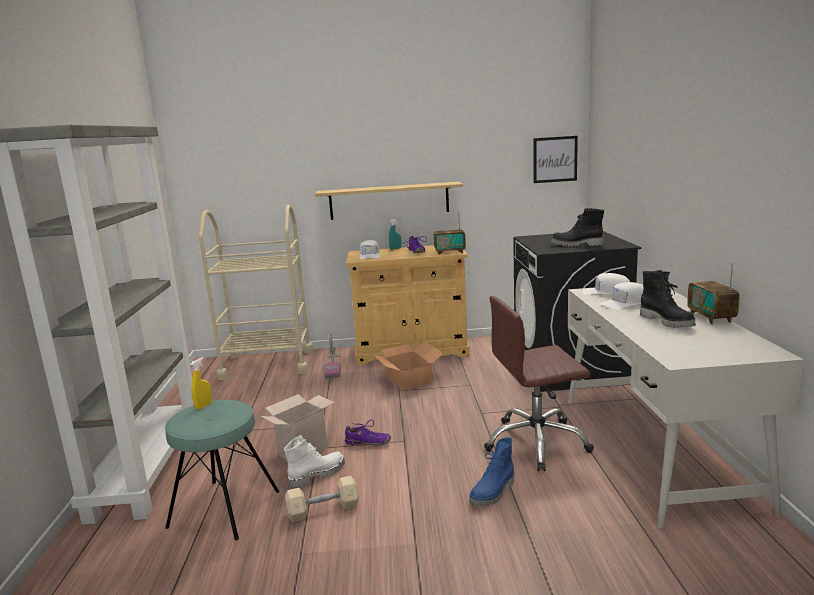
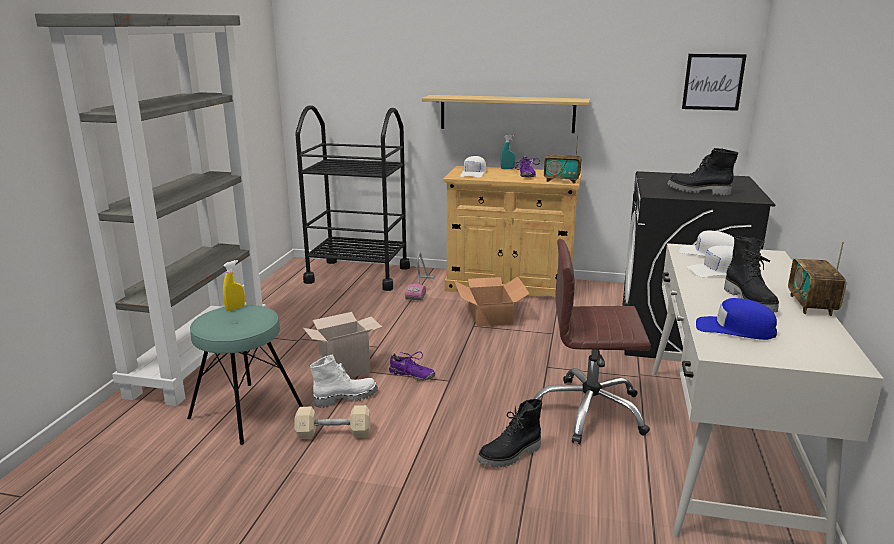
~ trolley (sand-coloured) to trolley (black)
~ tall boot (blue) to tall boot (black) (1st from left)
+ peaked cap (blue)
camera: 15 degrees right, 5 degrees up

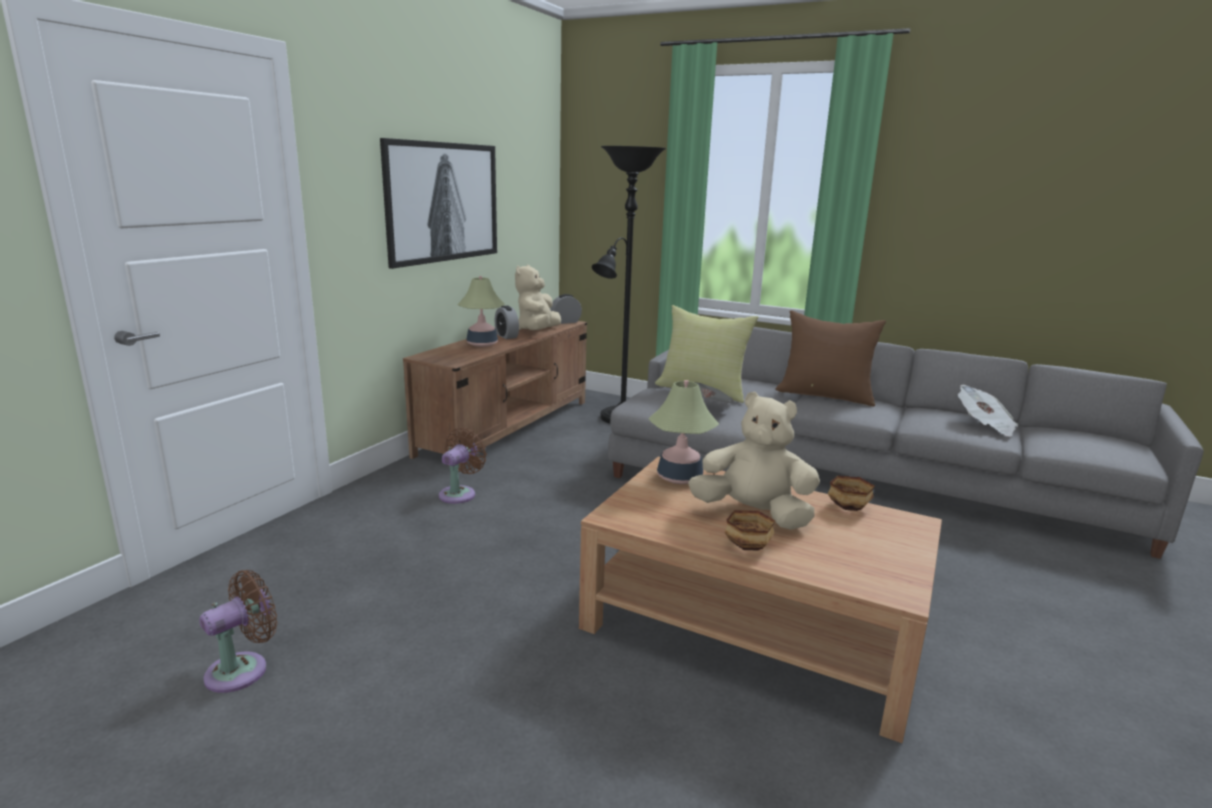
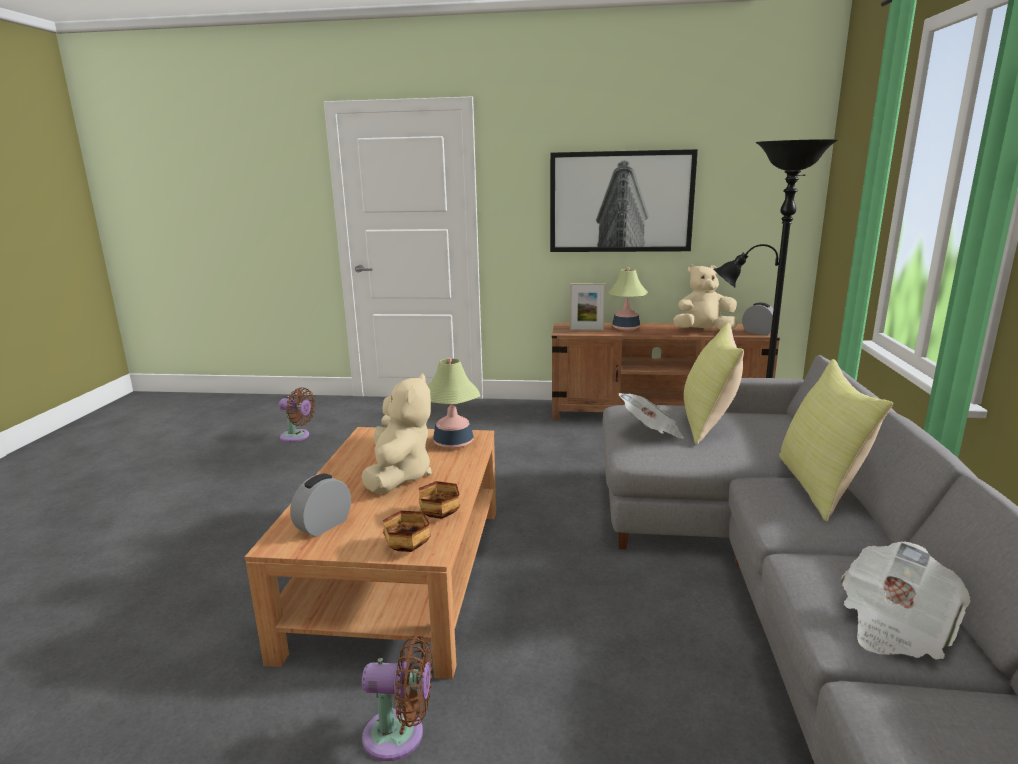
~ table clock (1st from left)
~ fan (brown-coloured) (2nd from left)
~ deep dish (1st from left)
+ picture frame
~ cushion (brown-coloured) to cushion (yellow) (2nd from left)
camera: 70 degrees right, 0 degrees up

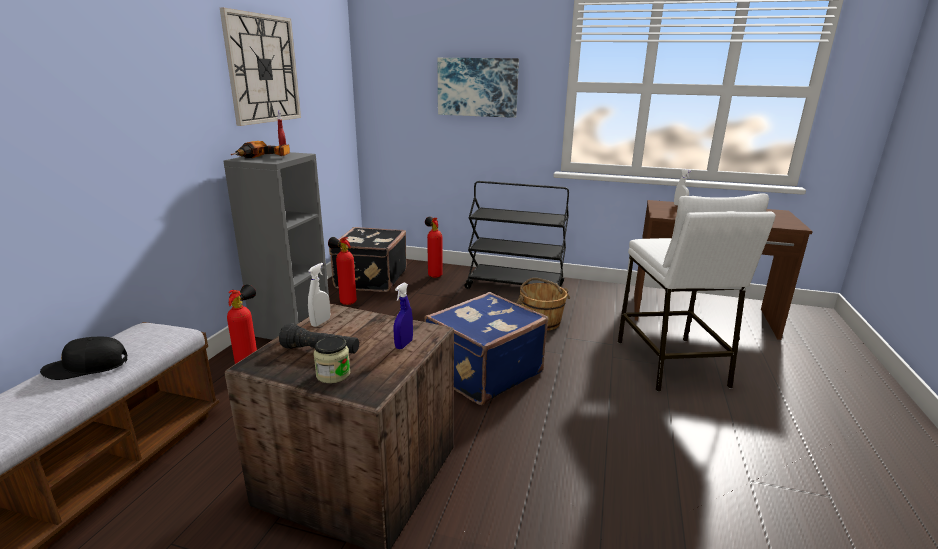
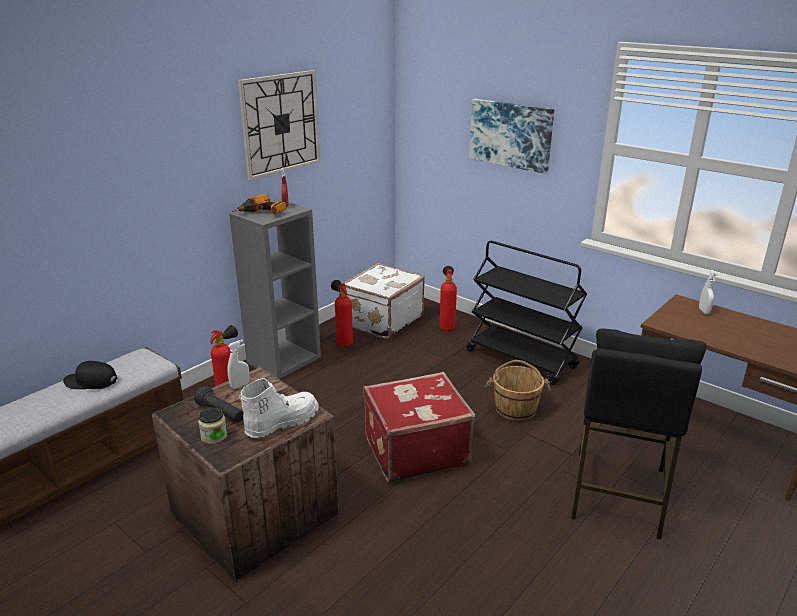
~ sprayer (blue) to tall boot (whitish)
~ travel case (black) to travel case (whitish)
~ travel case (blue) to travel case (red-coloured)
~ stool seat (whitish) to stool seat (black)
camera: 25 degrees right, 5 degrees up

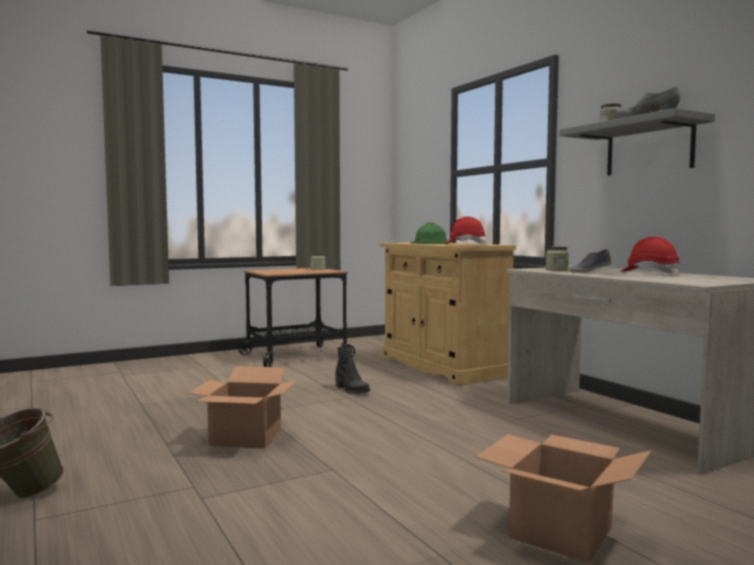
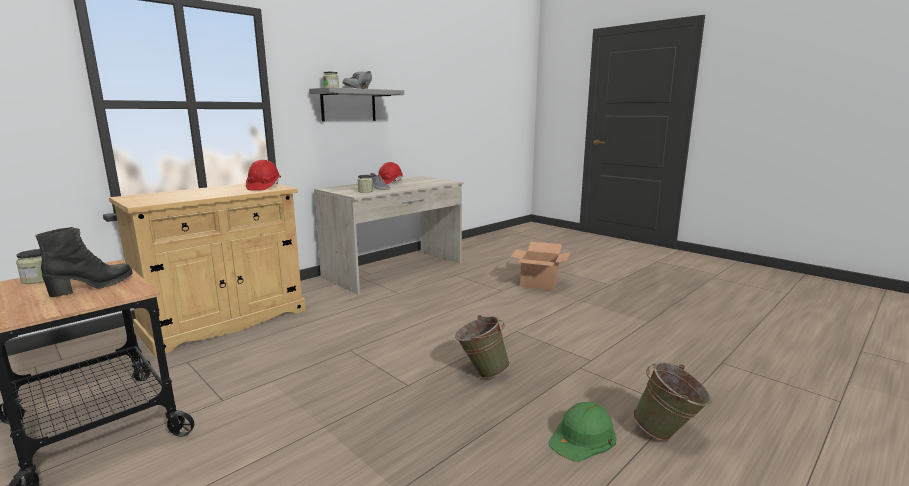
~ tall boot (black)
~ cardboard box (1st from left) to bucket (green-coloured) (1st from left)
~ safety helmet (green-coloured)
camera: 105 degrees left, 10 degrees up

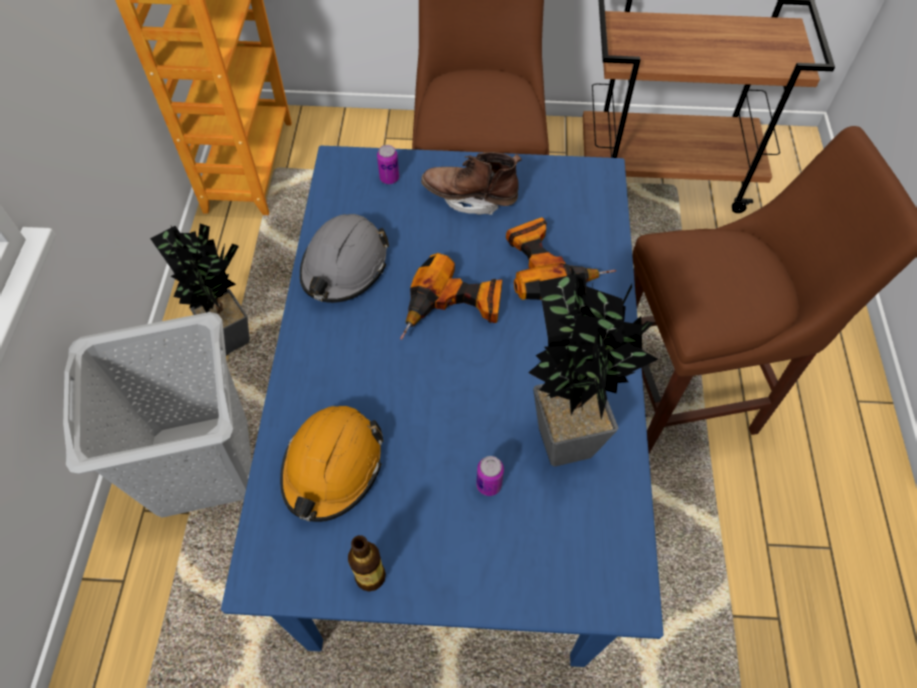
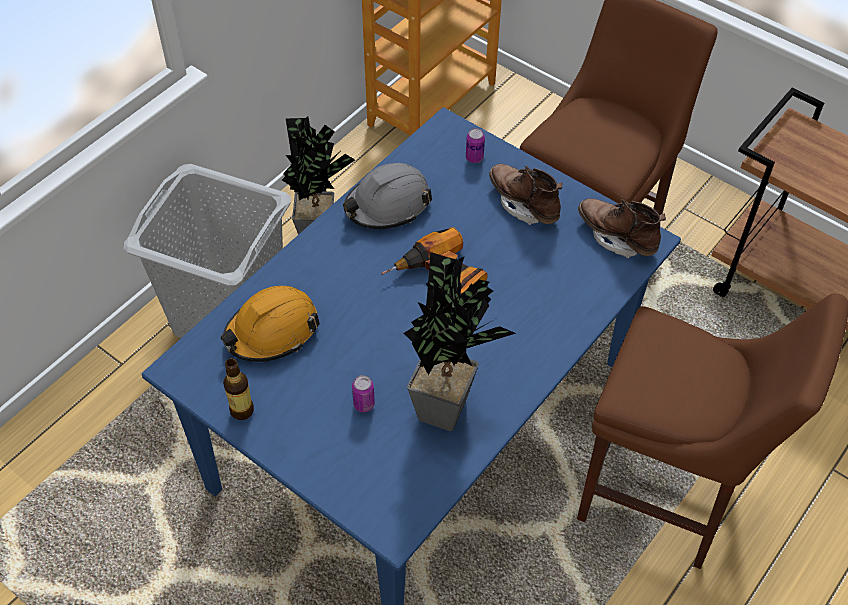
+ tall boot (brown-coloured) (2nd from left)
- power drill (2nd from left)
camera: 35 degrees right, 5 degrees down

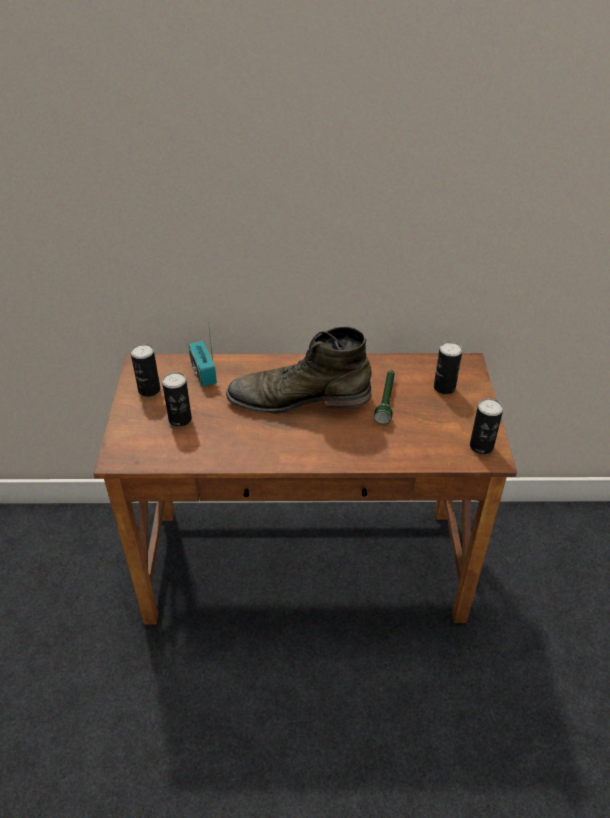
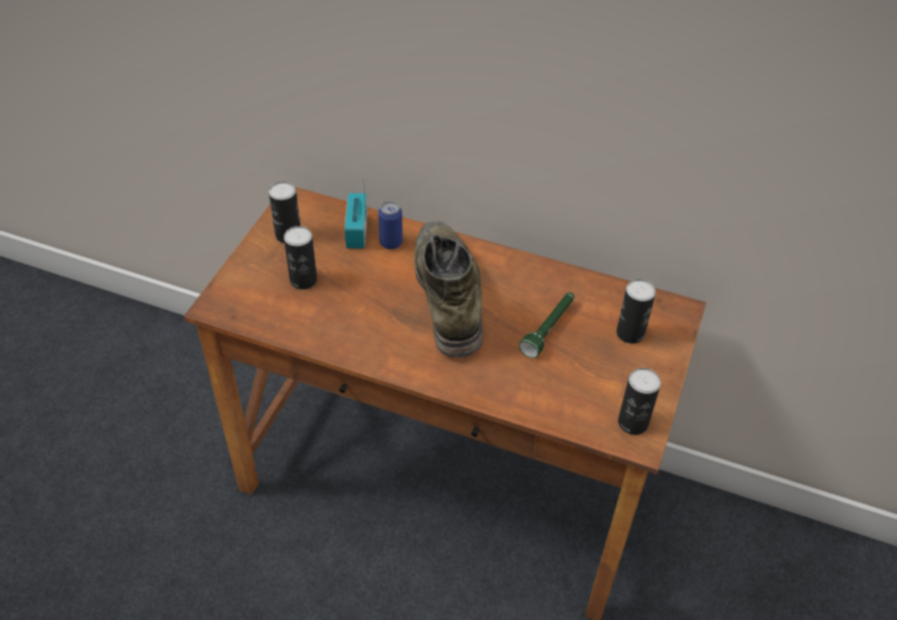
+ metal can (3rd from left)
~ tall boot (green-coloured) 60 degrees clockwise
camera: 20 degrees right, 5 degrees up

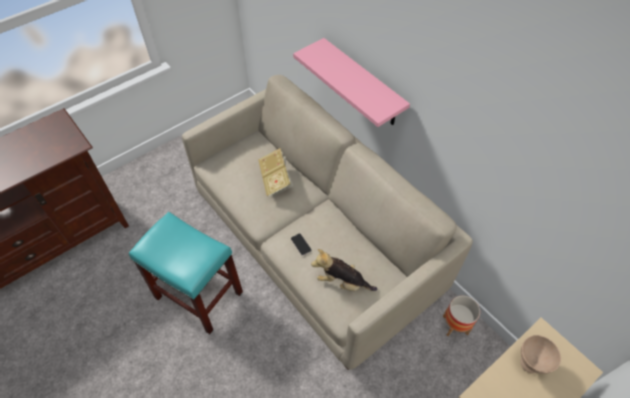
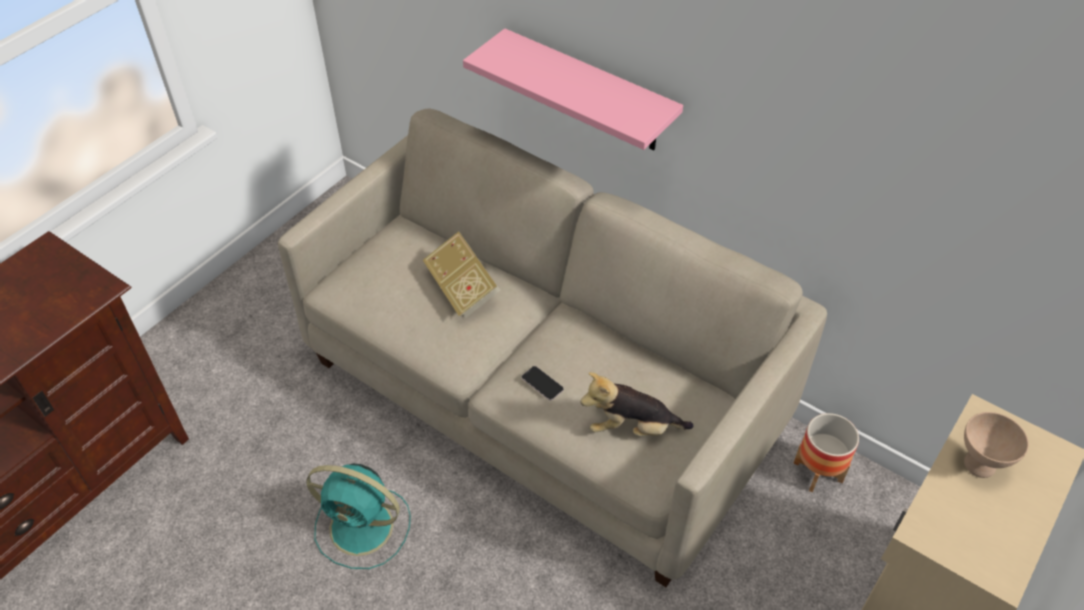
~ stool seat (blue-green) to fan (blue-green)
camera: 15 degrees left, 5 degrees down

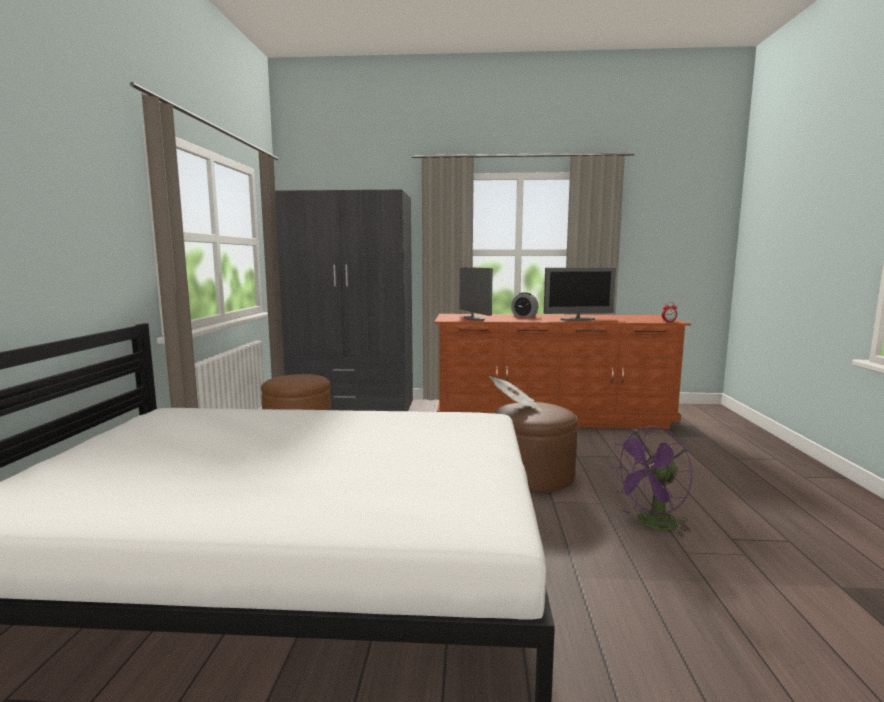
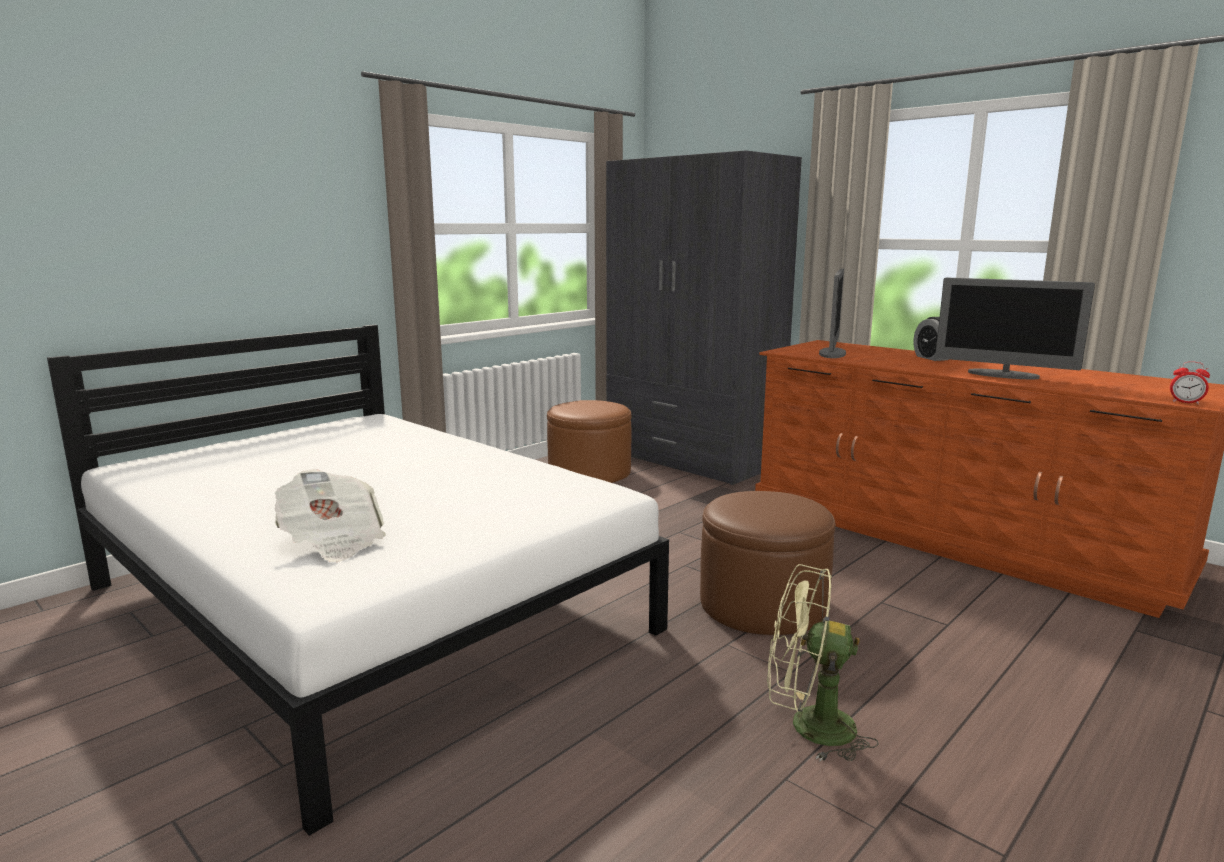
~ newspaper
~ fan (purple) to fan (green-coloured)
camera: 40 degrees right, 5 degrees up

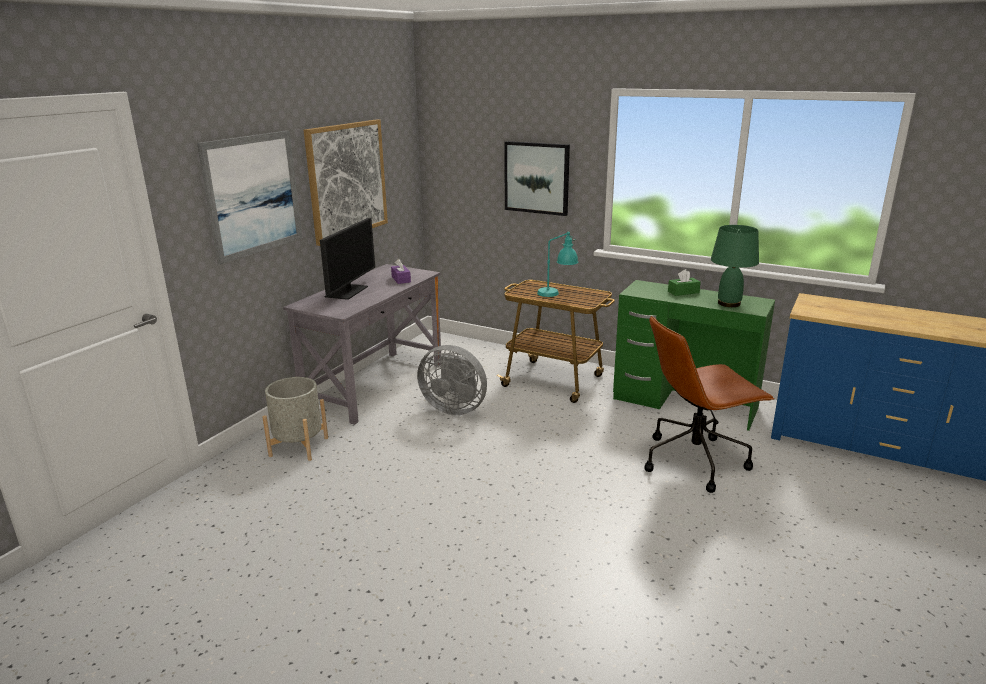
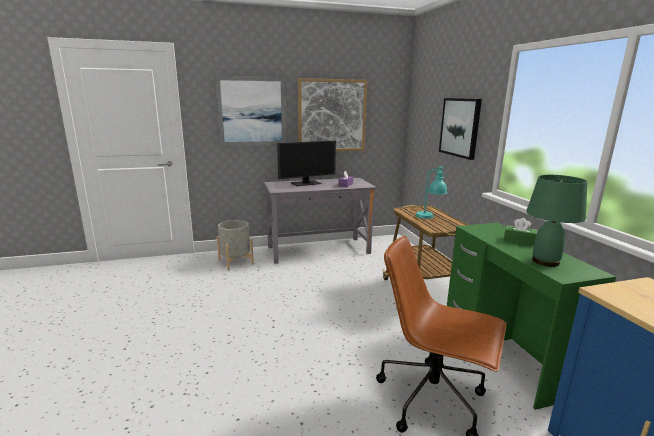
- fan (greyish)
camera: 45 degrees right, 5 degrees down

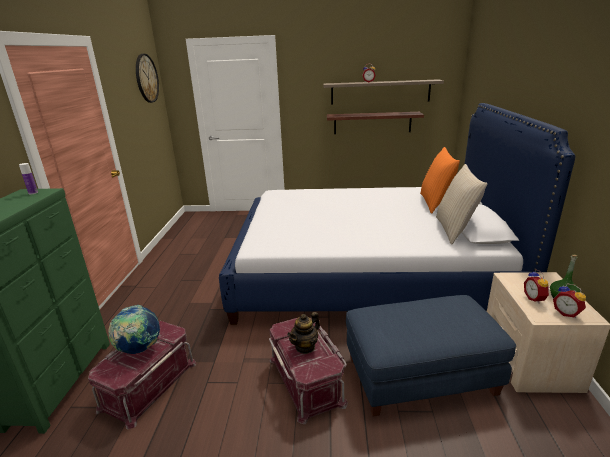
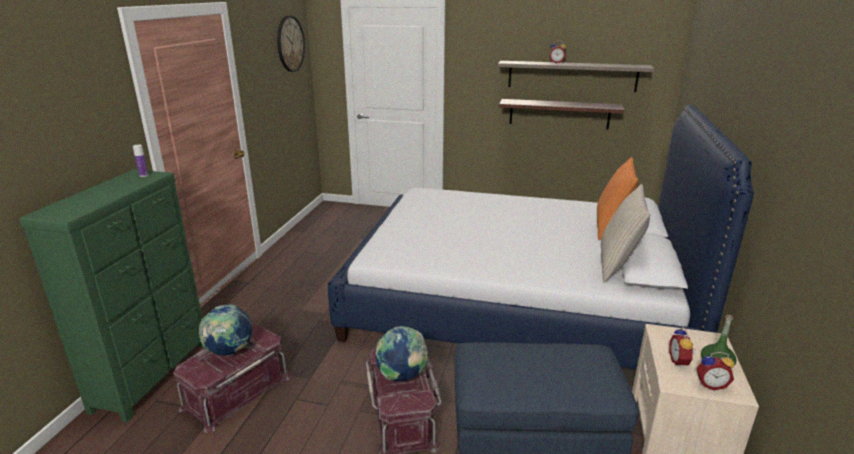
~ pot for tea to globe (2nd from left)
~ table clock (3rd from left) 60 degrees counterclockwise
camera: 10 degrees right, 0 degrees up

